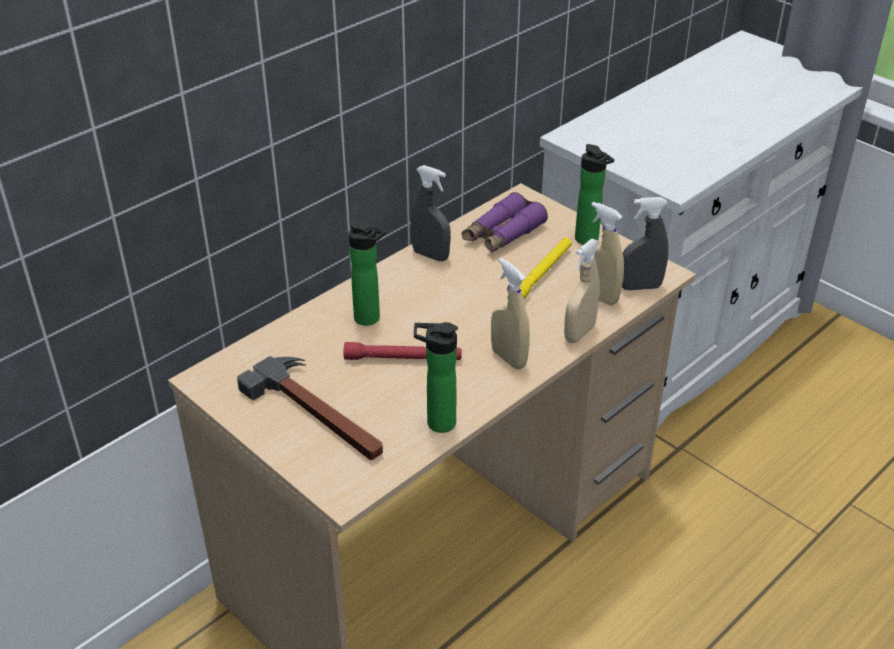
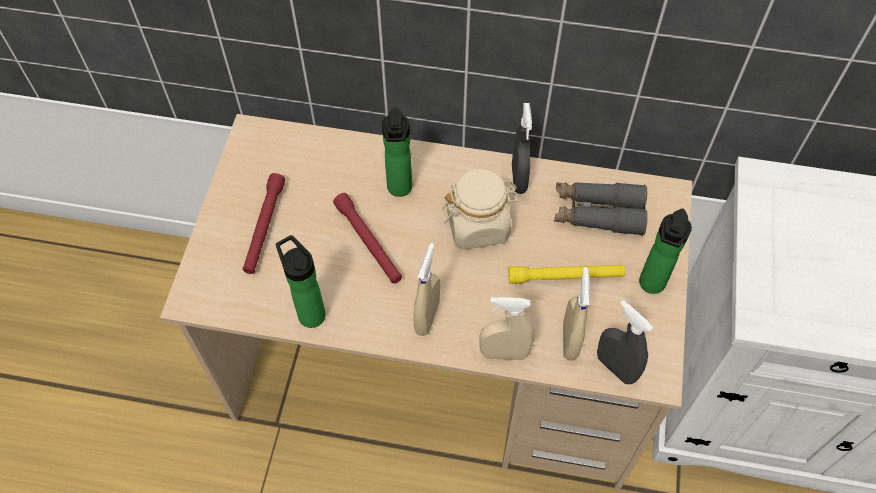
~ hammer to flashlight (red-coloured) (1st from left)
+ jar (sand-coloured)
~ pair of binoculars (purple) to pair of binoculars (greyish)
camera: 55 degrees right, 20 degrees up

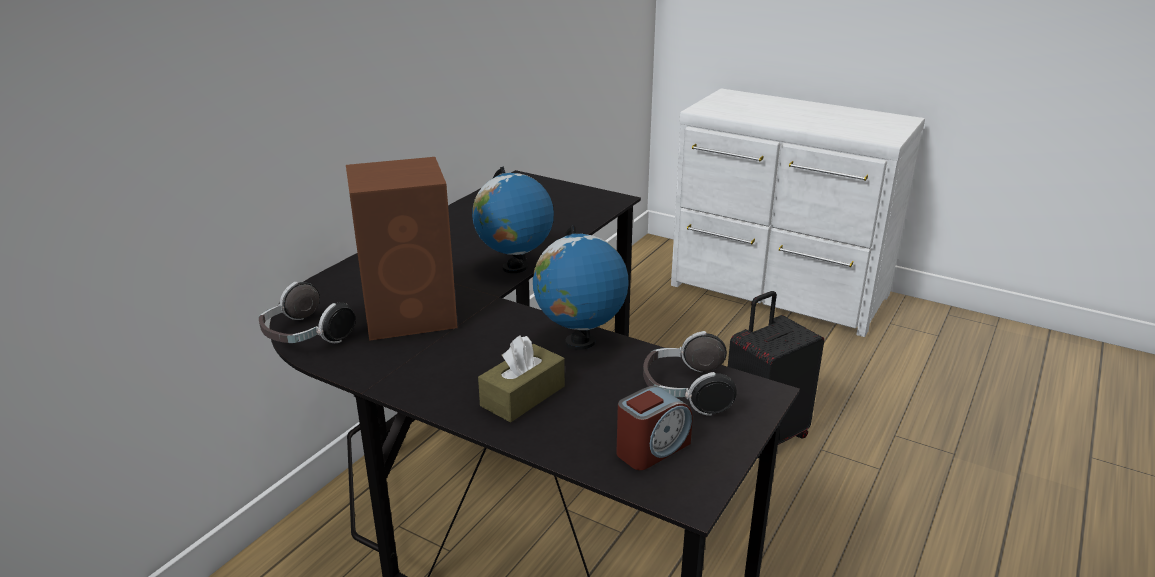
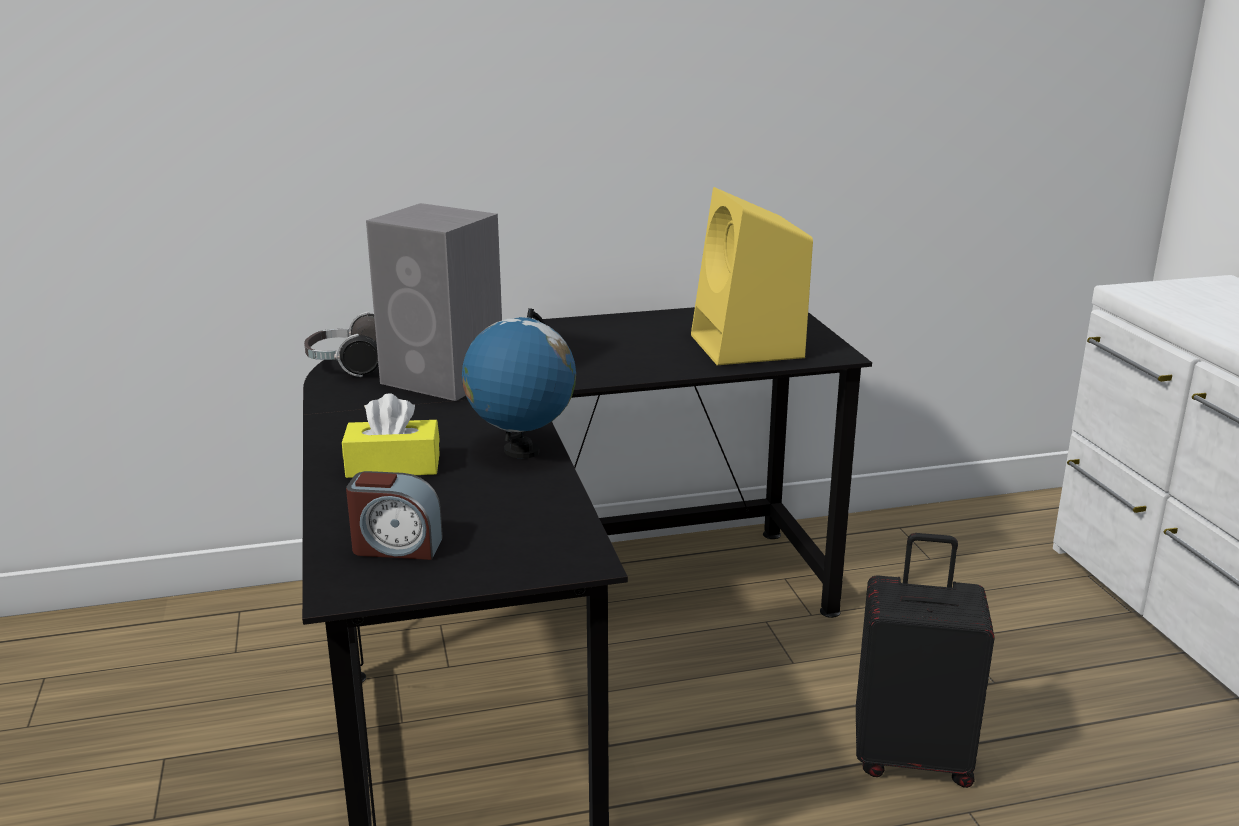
~ tissue holder (brown-coloured) to tissue holder (yellow)
~ loudspeaker (brown-coloured) to loudspeaker (greyish)
+ loudspeaker (yellow)
- globe (1st from left)
- headset (2nd from left)
camera: 45 degrees right, 5 degrees down

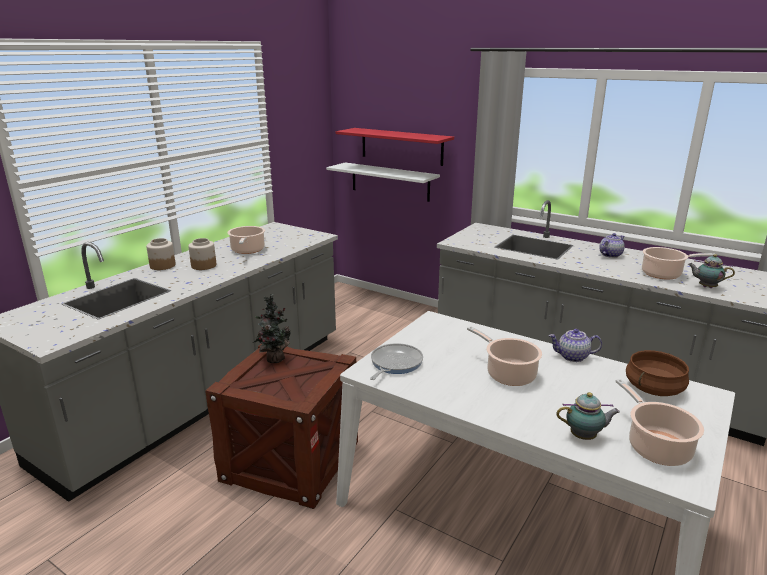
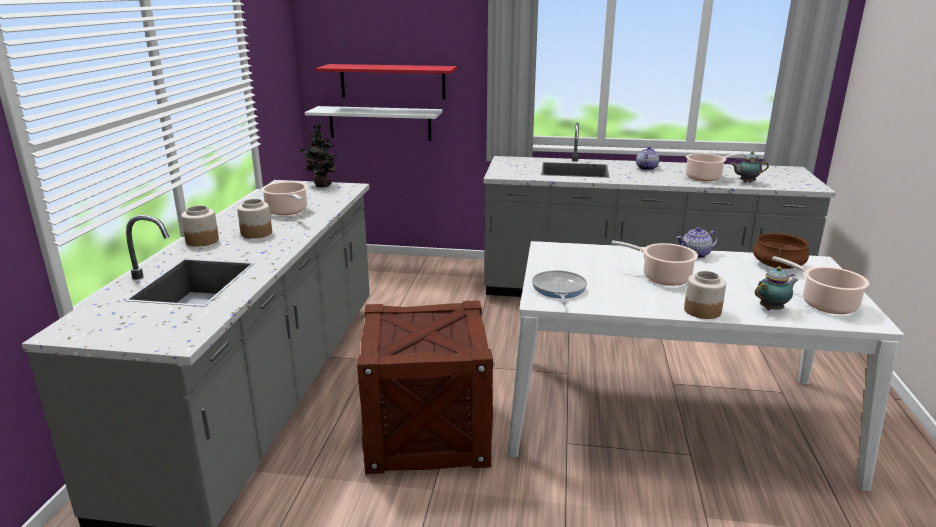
~ potted plant
+ jar (3rd from left)
camera: 25 degrees left, 0 degrees up

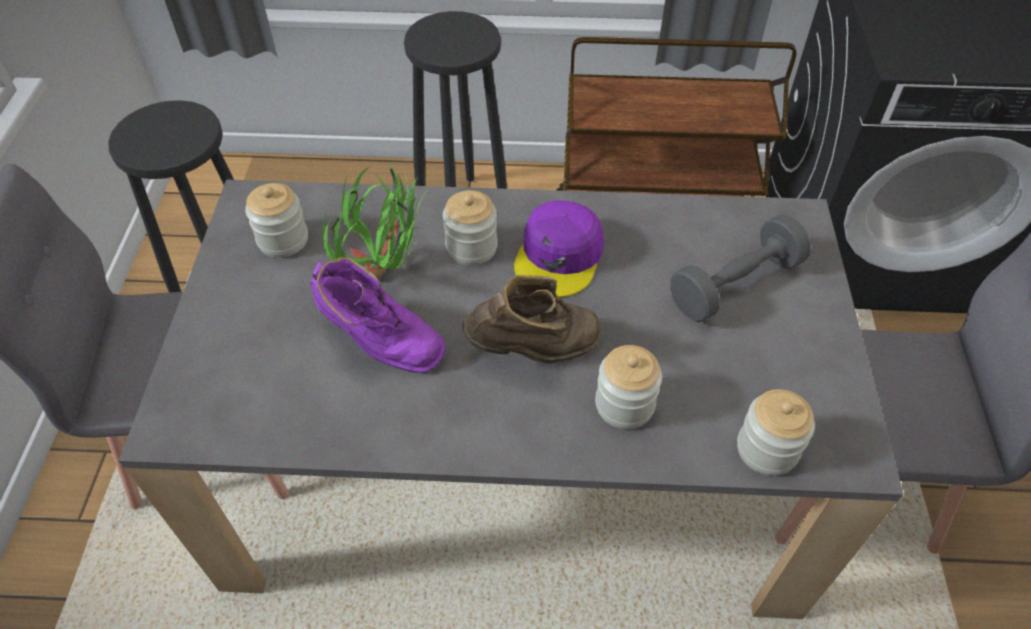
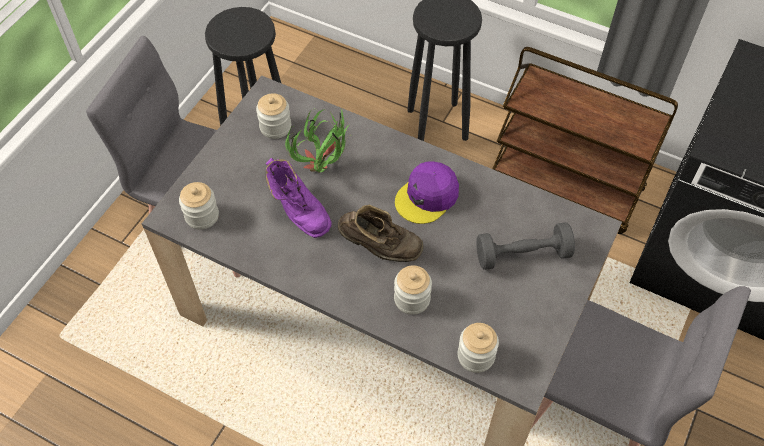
~ jar (2nd from left in the first image) to jar (1st from left)
camera: 25 degrees right, 5 degrees up

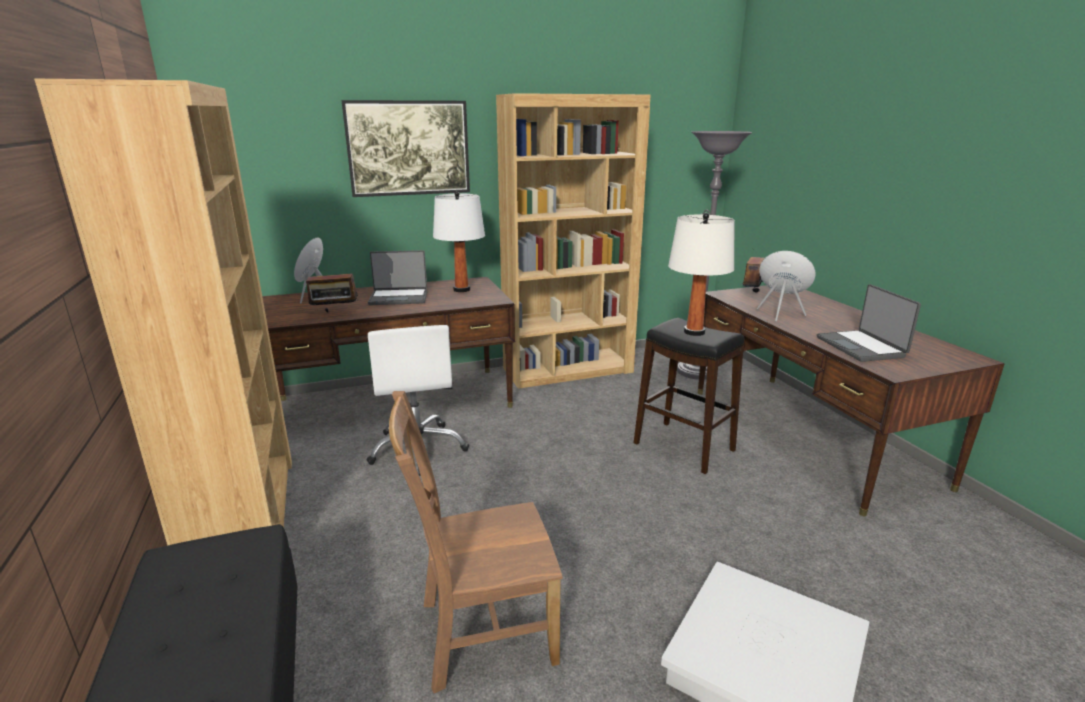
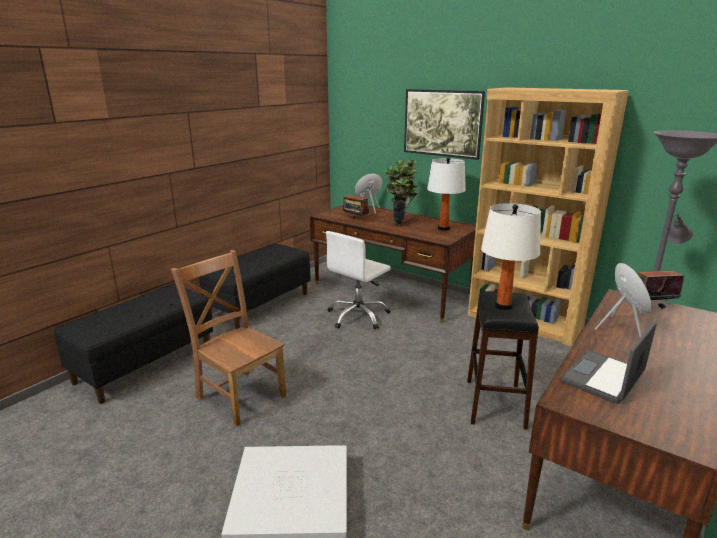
~ bookshelf (brown-coloured) (1st from left) to long seat (black) (2nd from left)
~ portable computer (1st from left) to potted plant
camera: 55 degrees right, 0 degrees up

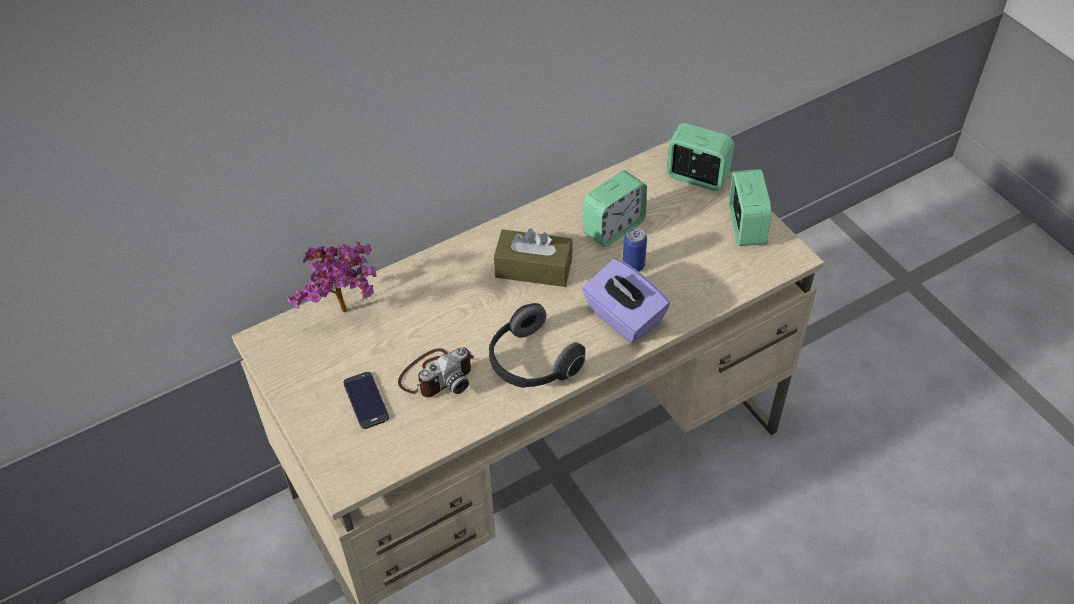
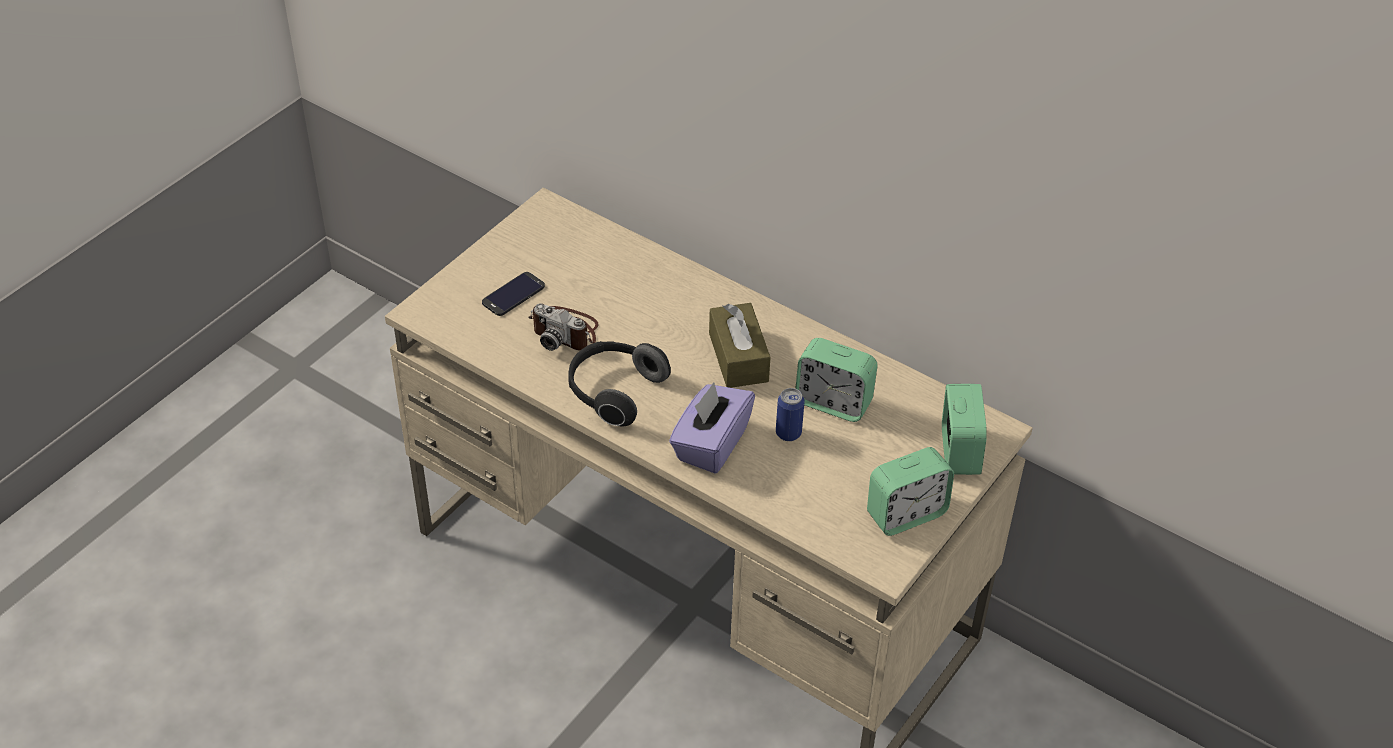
- potted plant
camera: 65 degrees right, 5 degrees down

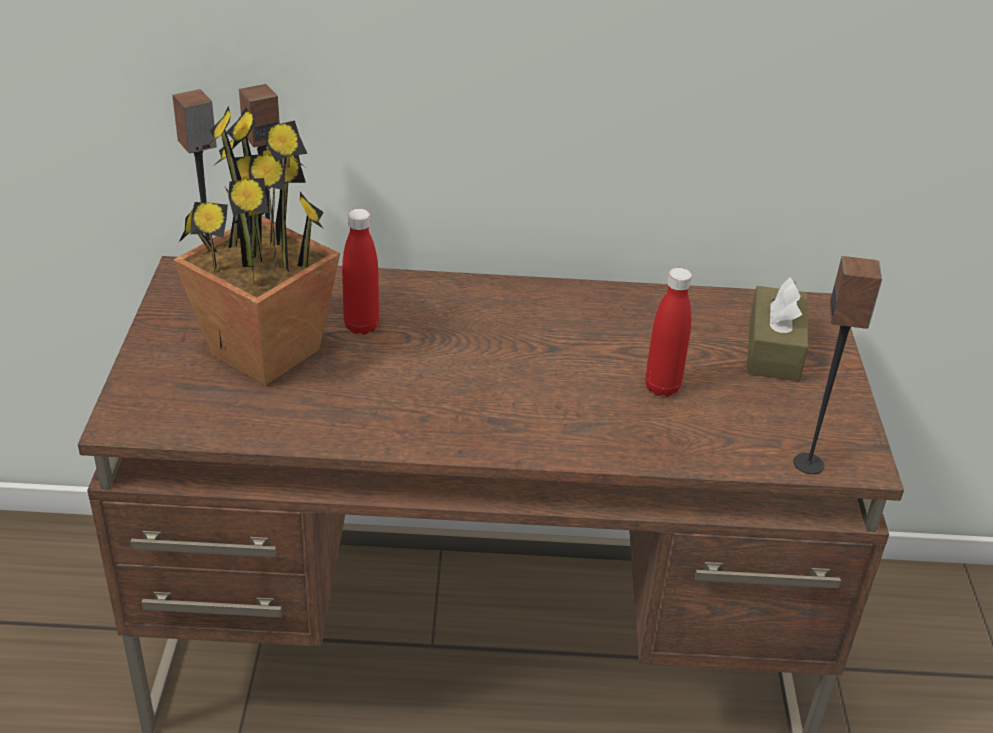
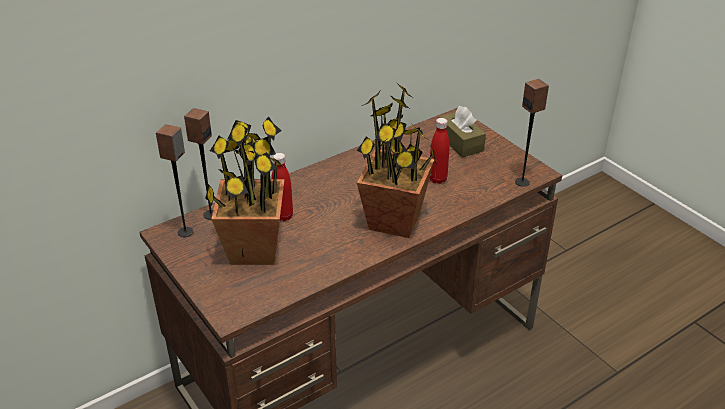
+ potted plant (2nd from left)
camera: 35 degrees left, 0 degrees up

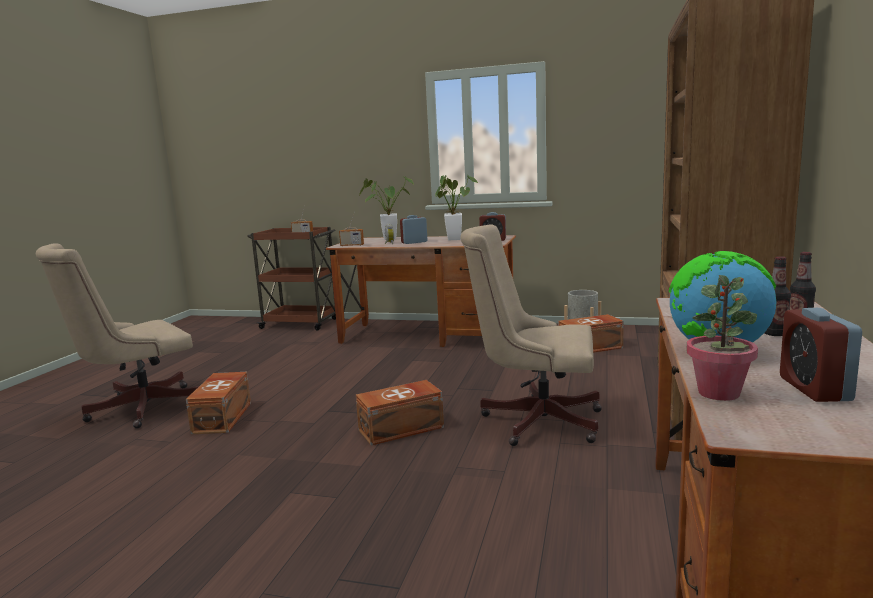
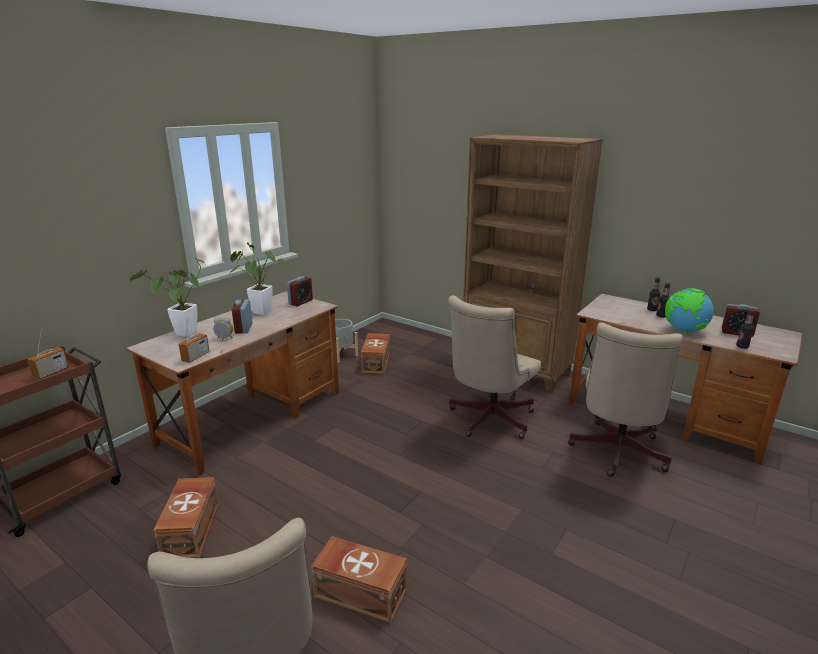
~ storage bin (brown-coloured) (2nd from left in the first image) to storage bin (brown-coloured) (1st from left)
+ desk chair (sand-coloured) (3rd from left)
~ potted plant (3rd from left) to bottle (3rd from left)
camera: 70 degrees left, 10 degrees up

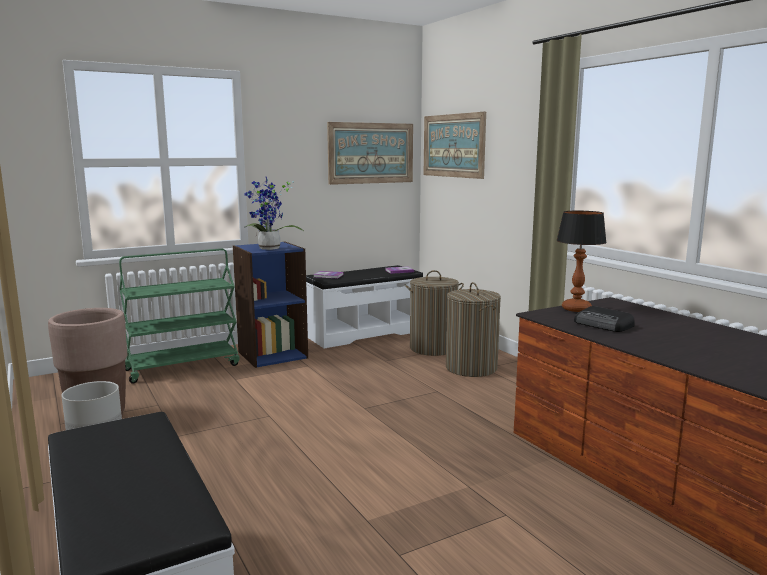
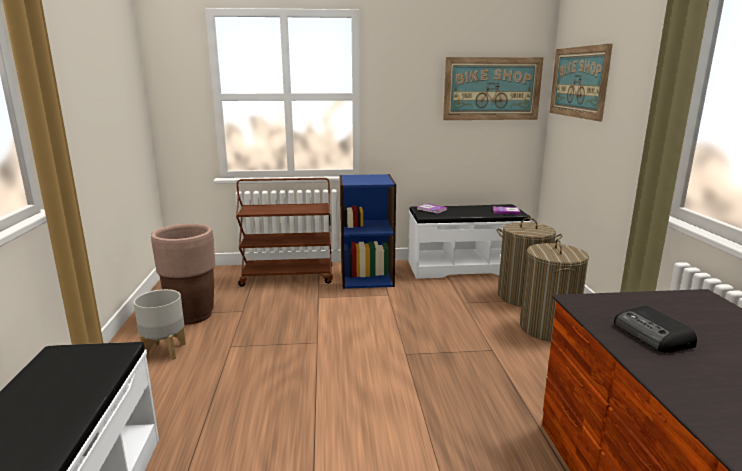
~ trolley (green-coloured) to trolley (brown-coloured)
- potted plant
- table lamp
camera: 25 degrees right, 5 degrees up

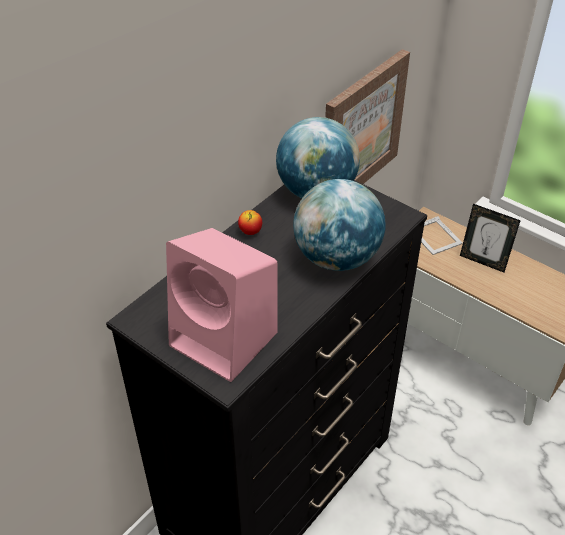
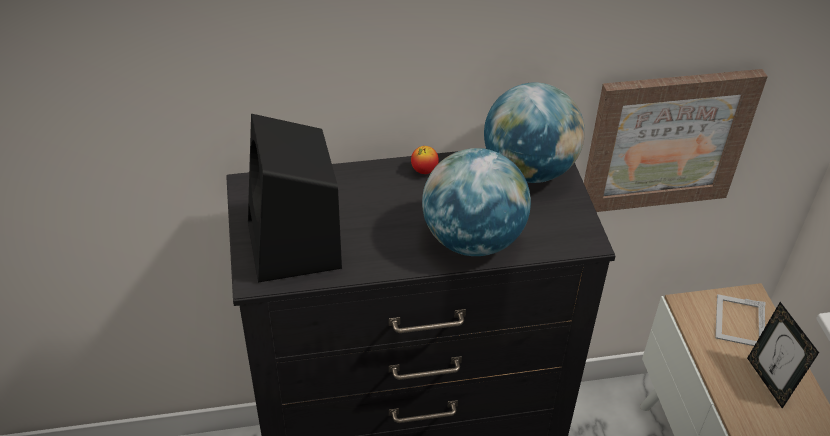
~ loudspeaker (pink) to loudspeaker (black)
camera: 40 degrees right, 0 degrees up

